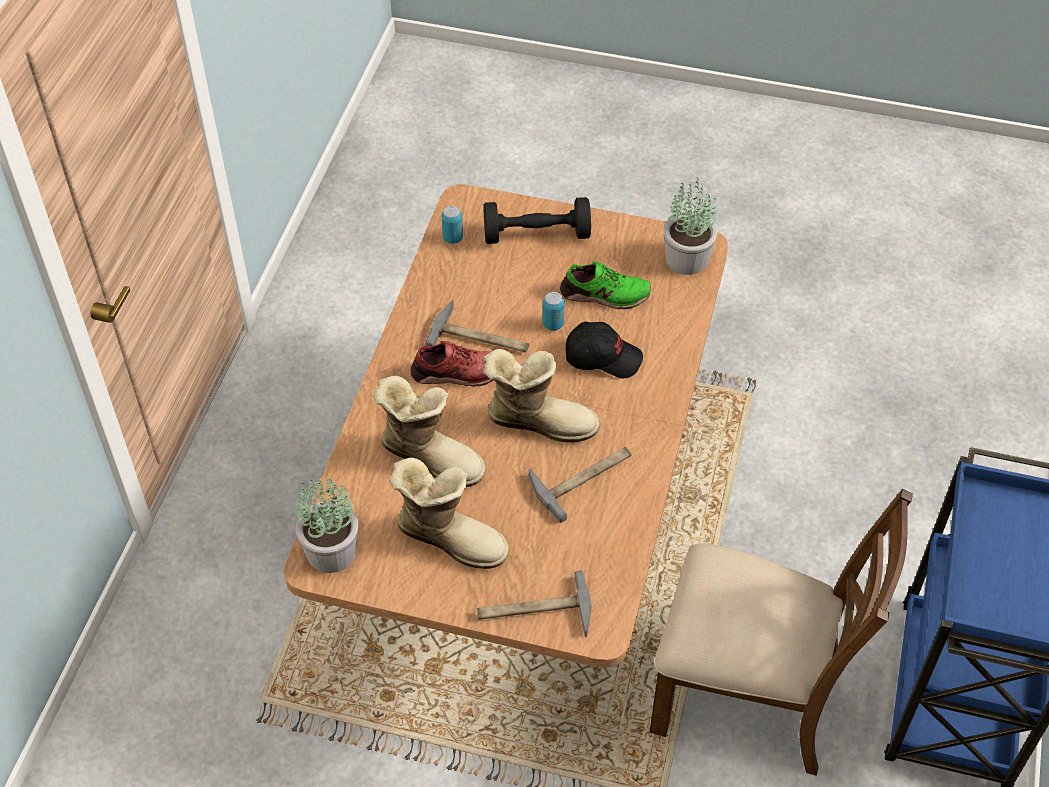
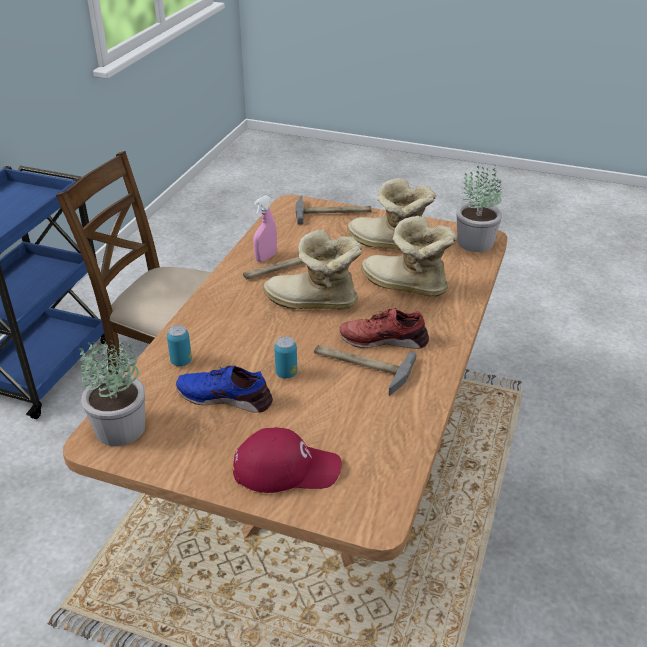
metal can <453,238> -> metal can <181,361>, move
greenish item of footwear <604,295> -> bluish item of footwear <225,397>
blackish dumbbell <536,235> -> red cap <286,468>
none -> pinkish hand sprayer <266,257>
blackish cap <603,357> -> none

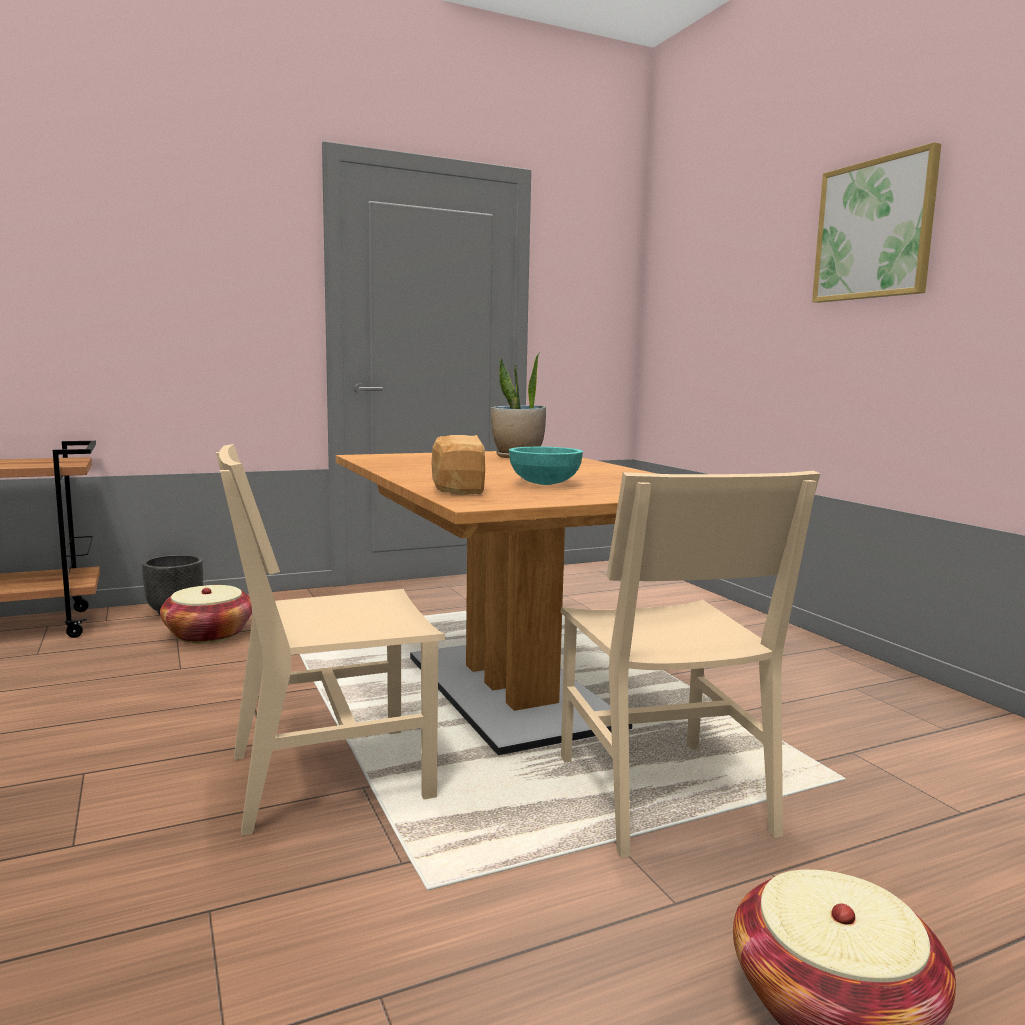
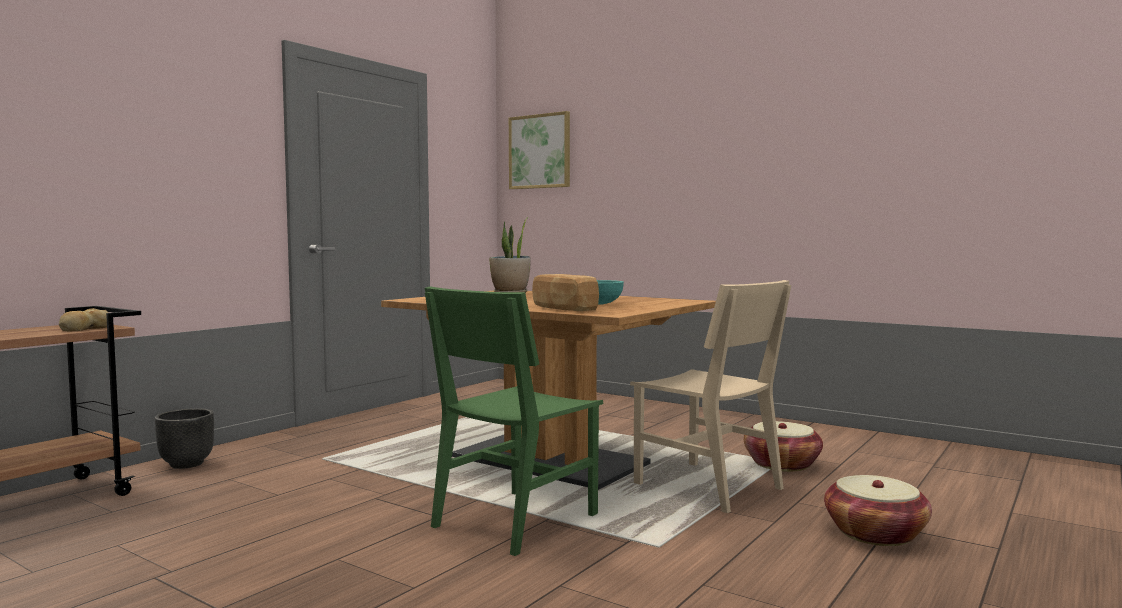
none -> bread <84,329>
sand-coloured plain chair <330,776> -> greenish plain chair <515,521>
wall picture <874,230> -> wall picture <540,151>, move
storage basket <208,634> -> storage basket <782,464>, move

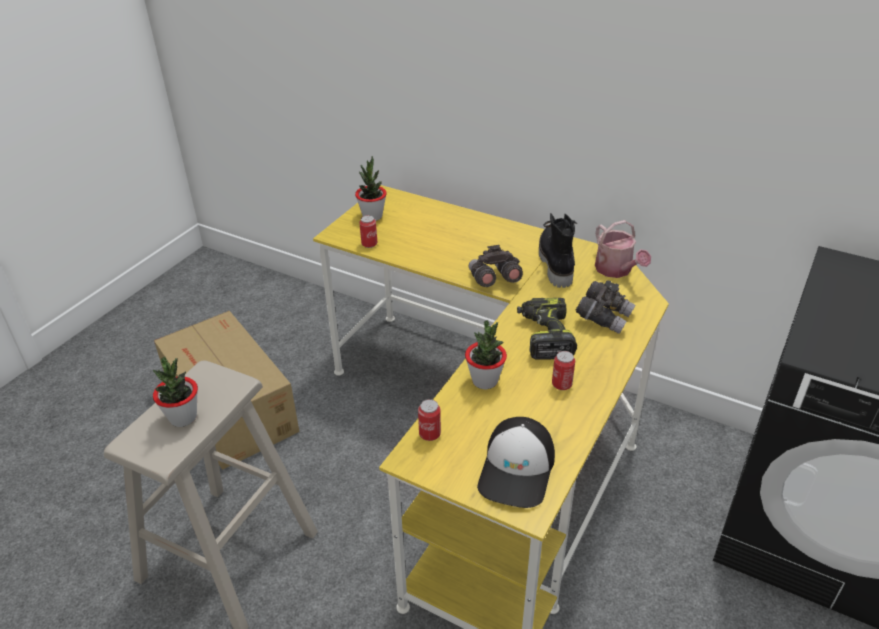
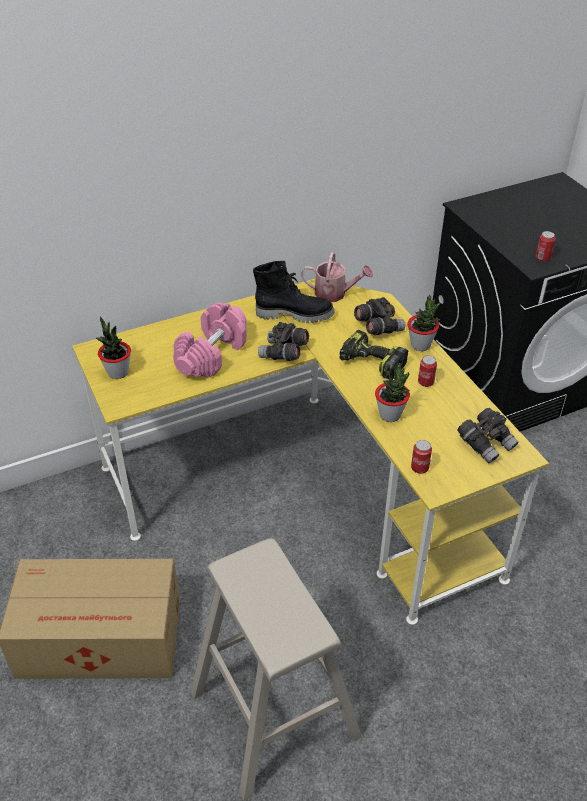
none -> pinkish dumbbell <212,355>
blackish boot <555,262> -> blackish boot <294,314>, 150 degrees clockwise
potted plant <183,417> -> potted plant <420,345>, move
cap <517,470> -> greyish pair of binoculars <486,443>
metal can <369,244> -> metal can <542,258>, move

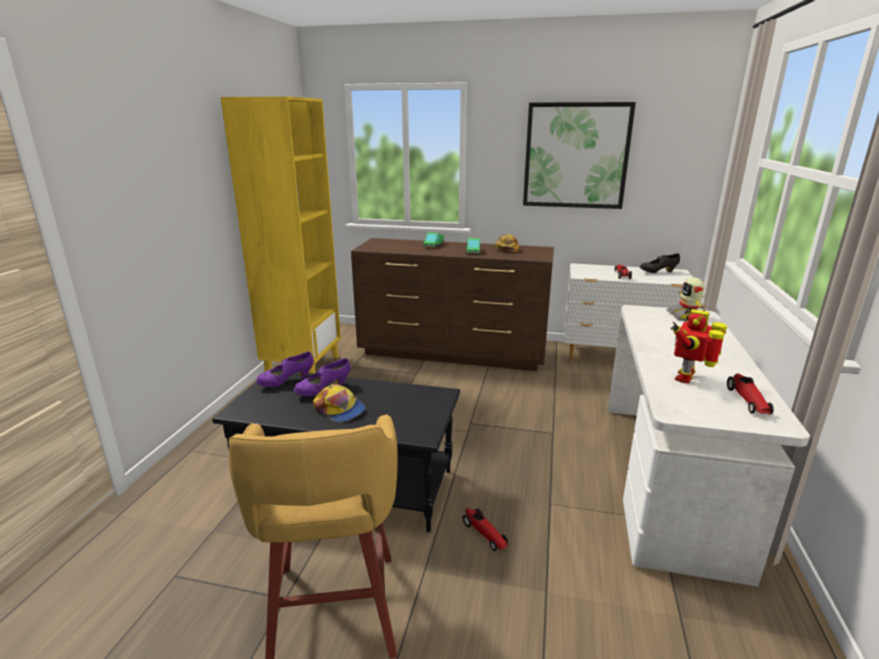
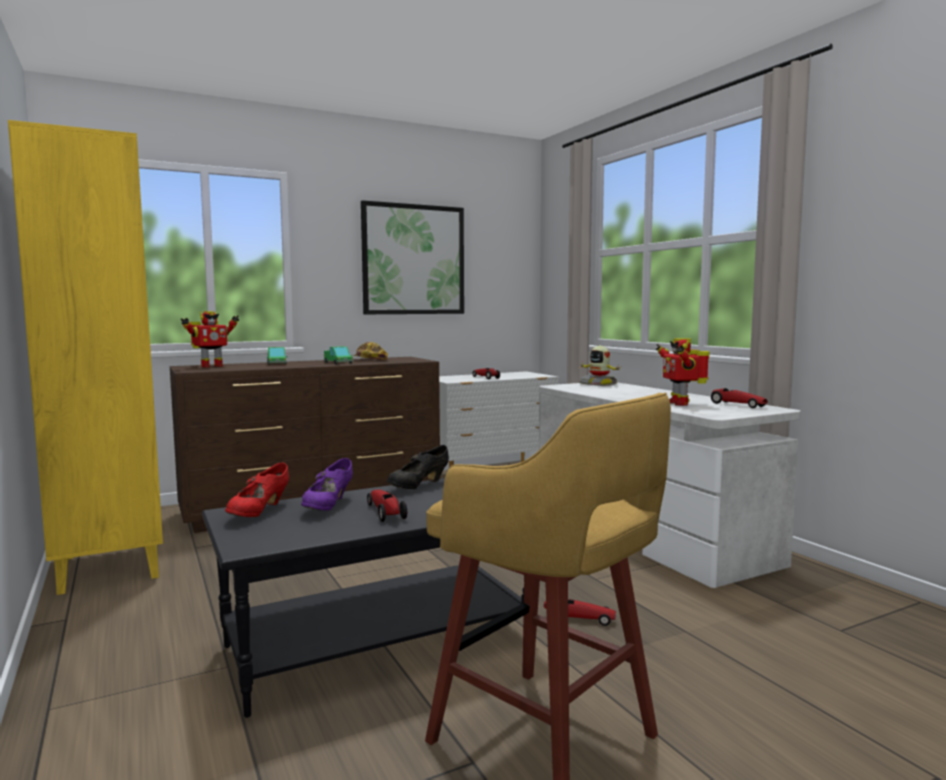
none -> robot figure <211,366>
purple-coloured item of footwear <286,382> -> red item of footwear <259,512>
cap <340,409> -> toy car <385,512>
blackish item of footwear <658,272> -> blackish item of footwear <418,486>, move

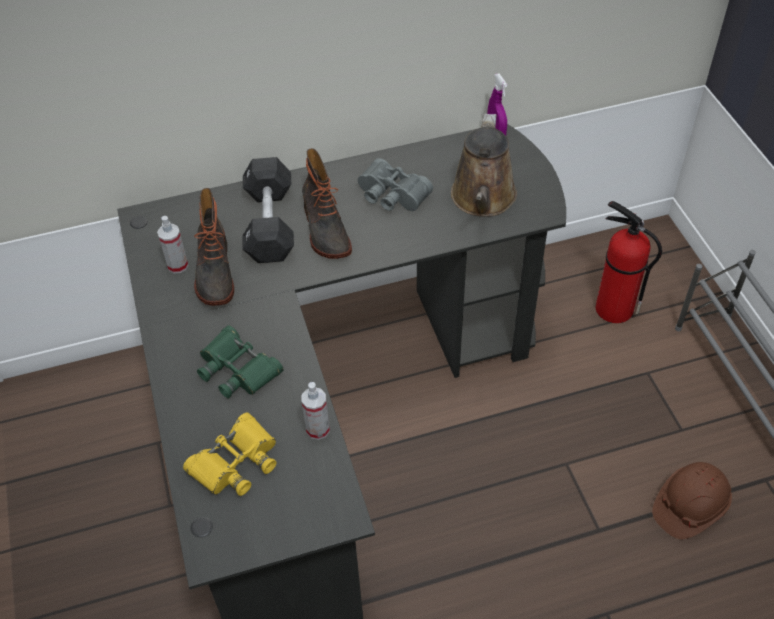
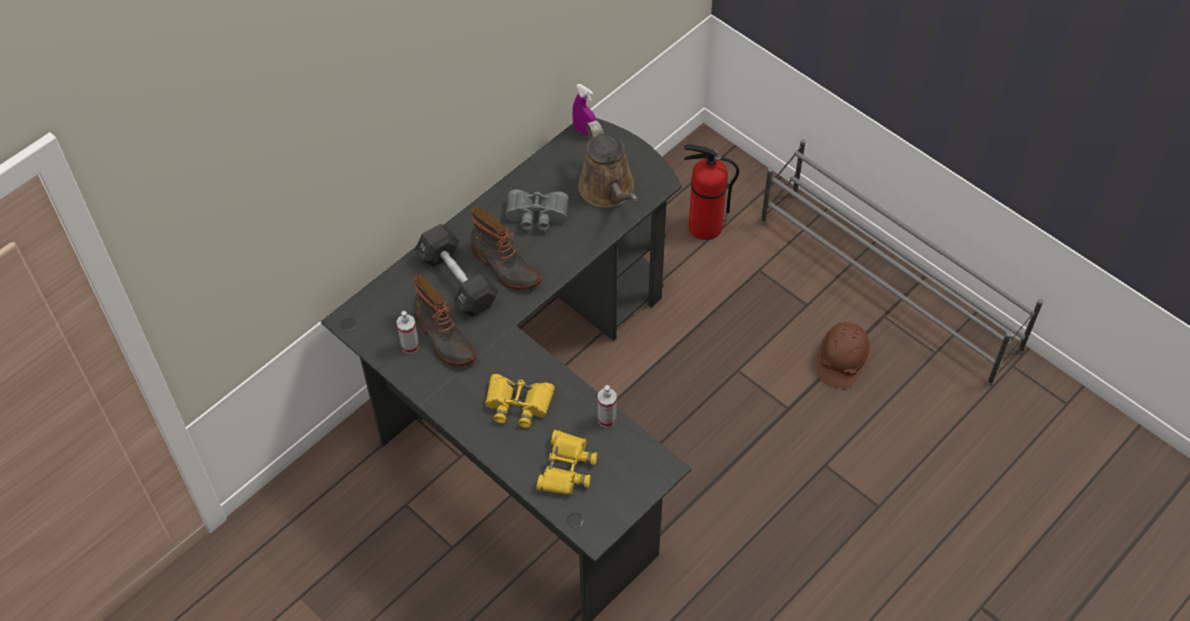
greenish pair of binoculars <238,368> -> yellowish pair of binoculars <518,403>

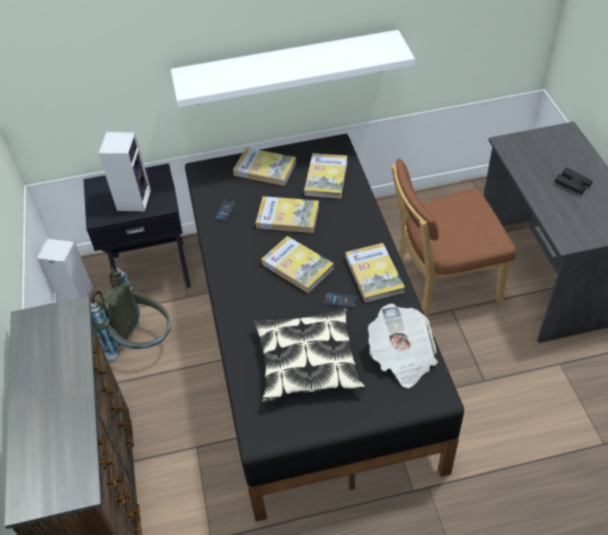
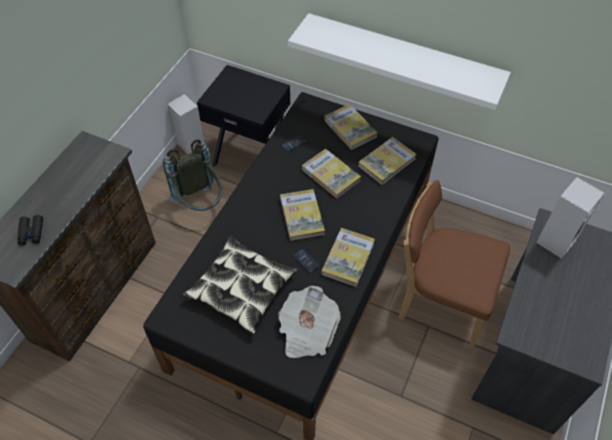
blackish pair of binoculars <572,184> -> blackish pair of binoculars <31,233>, move
loudspeaker <133,199> -> loudspeaker <556,239>, move

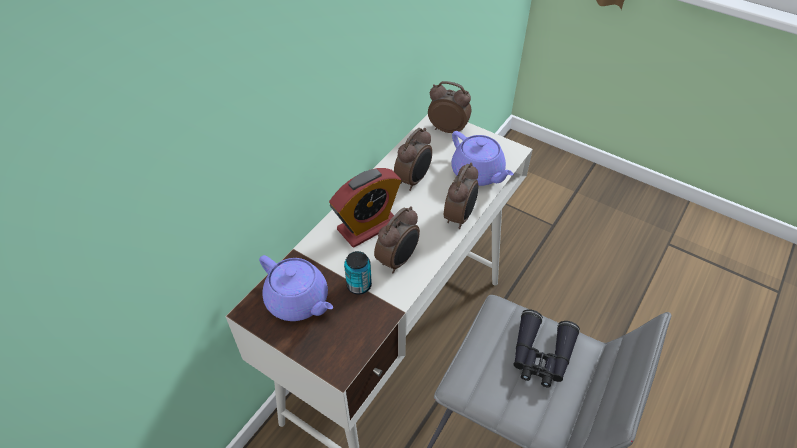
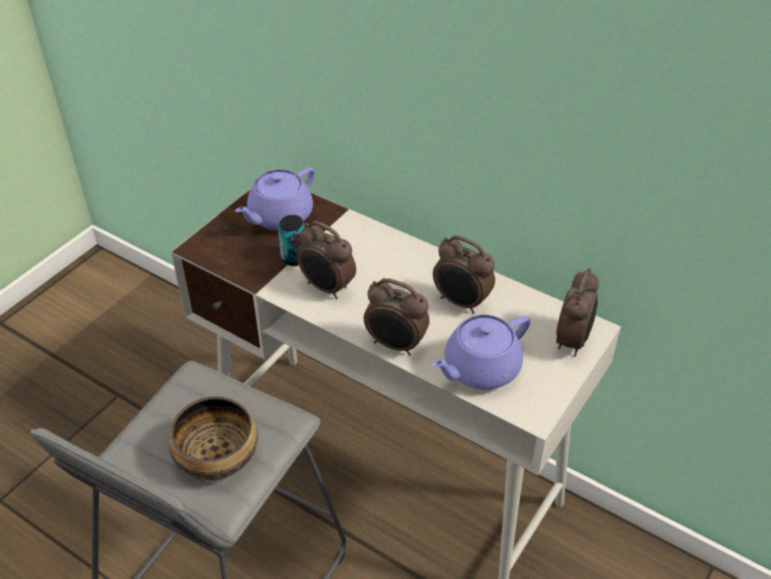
blackish pair of binoculars <541,356> -> bowl <216,453>
table clock <367,226> -> none

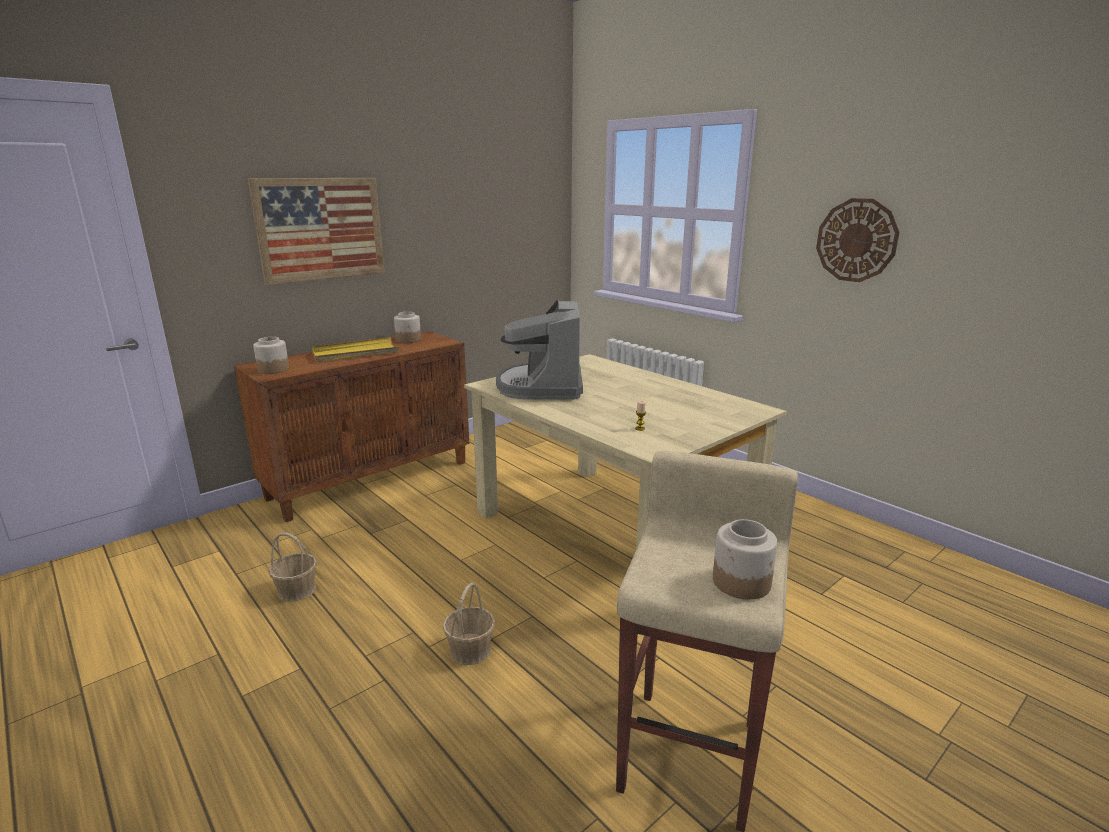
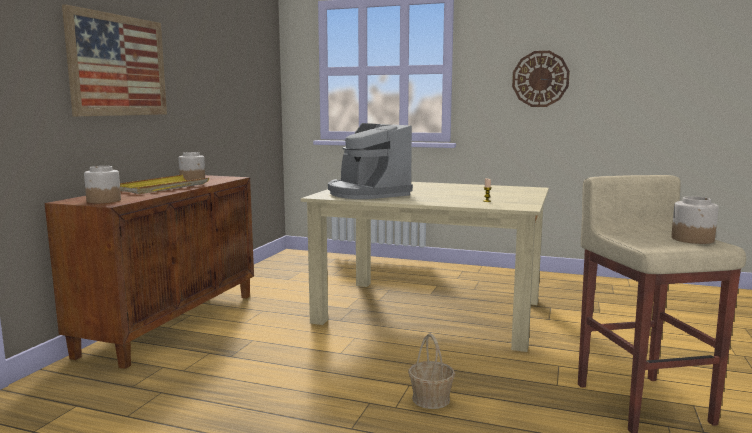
storage basket <297,590> -> none

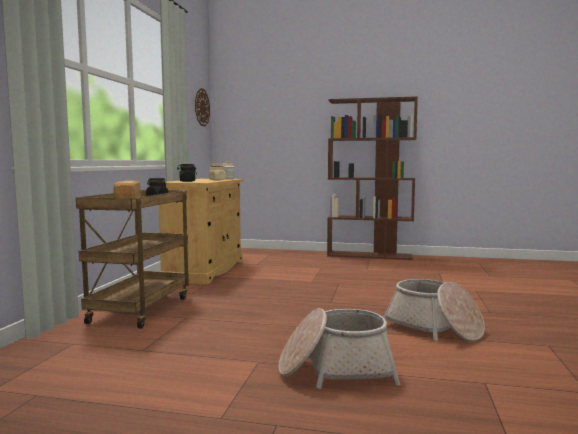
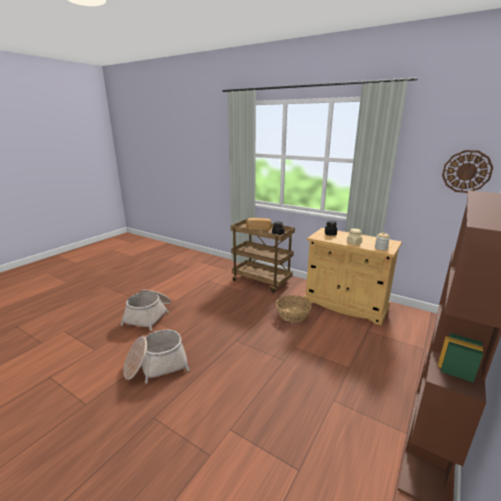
none -> storage basket <293,314>

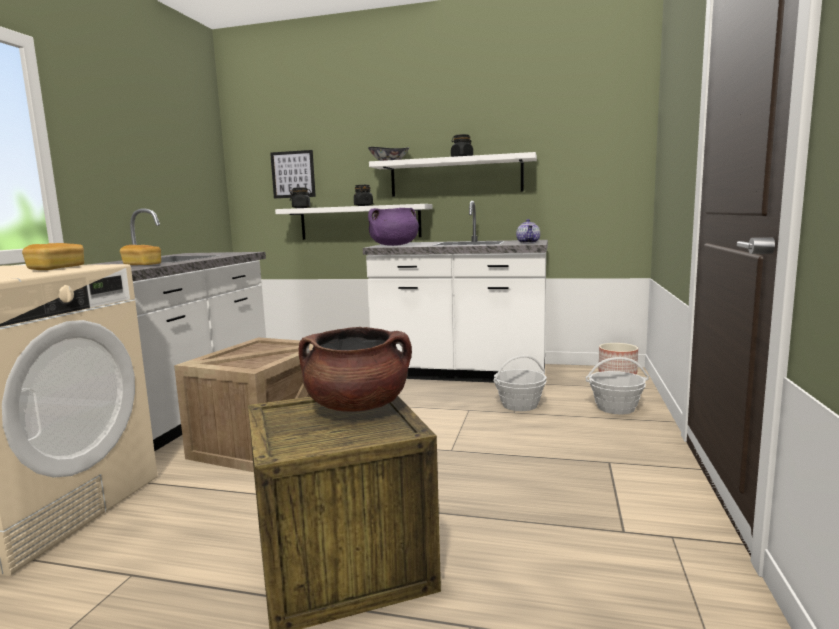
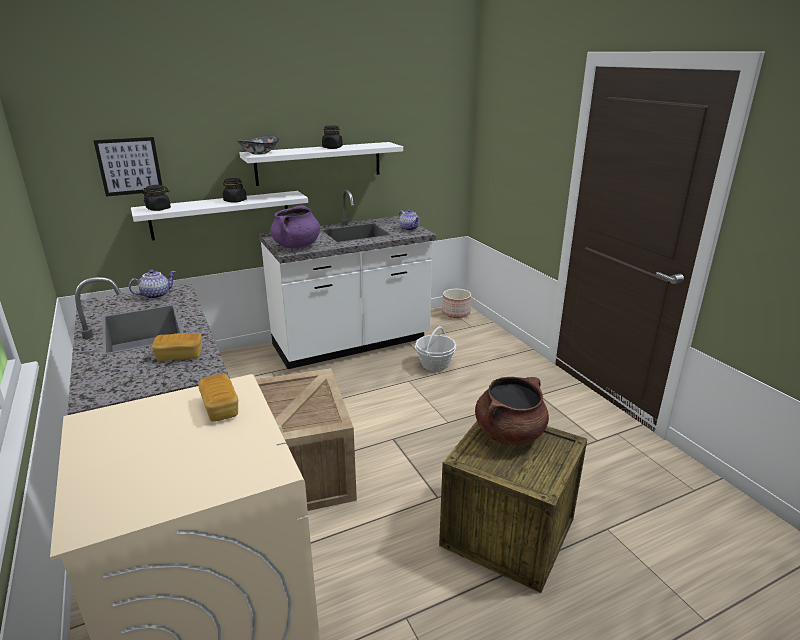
none -> pot for tea <156,295>
storage basket <616,408> -> none

